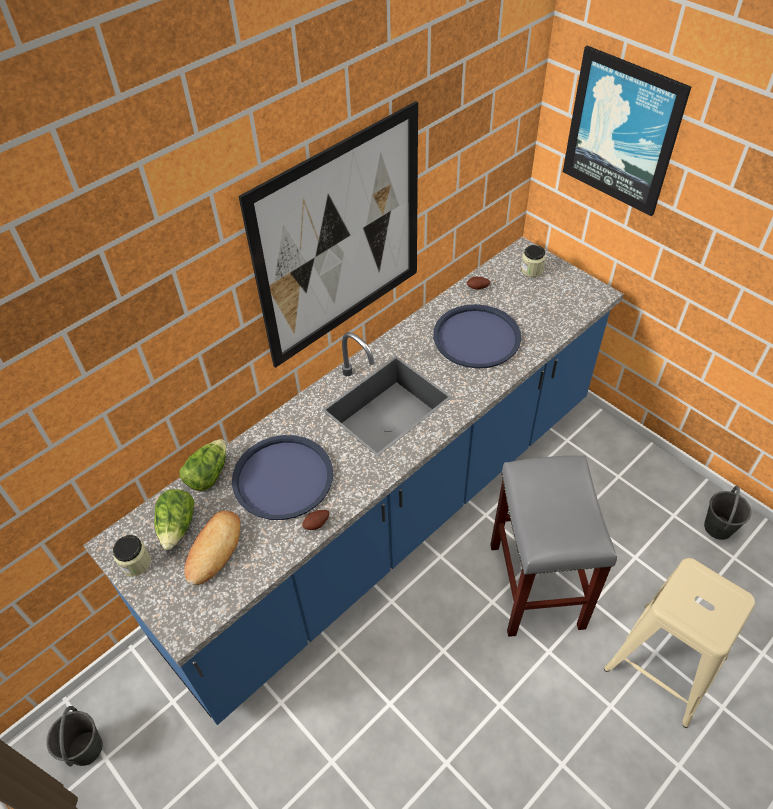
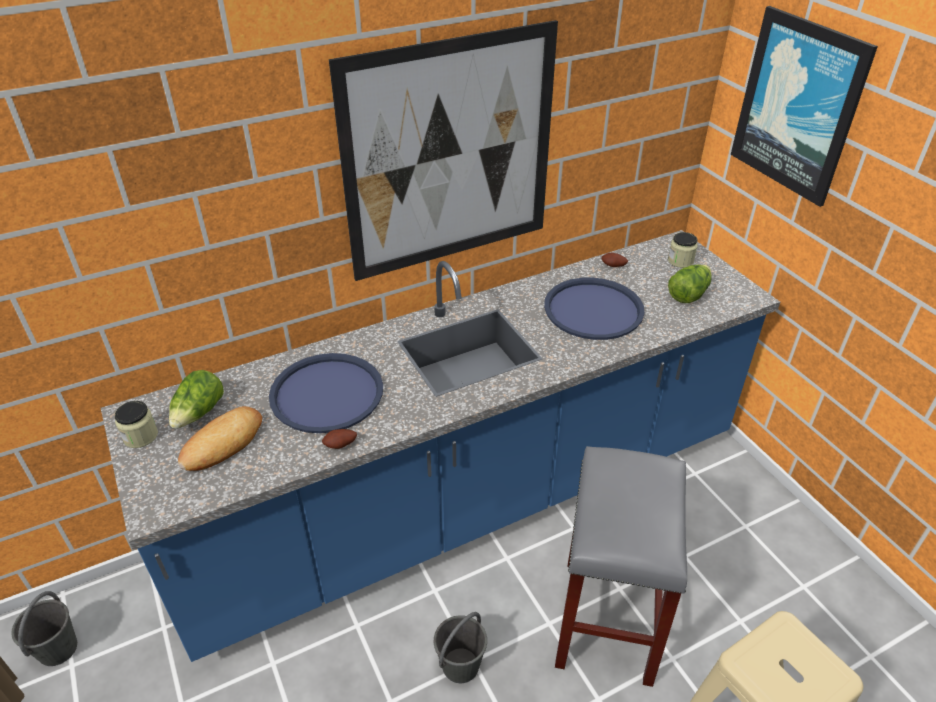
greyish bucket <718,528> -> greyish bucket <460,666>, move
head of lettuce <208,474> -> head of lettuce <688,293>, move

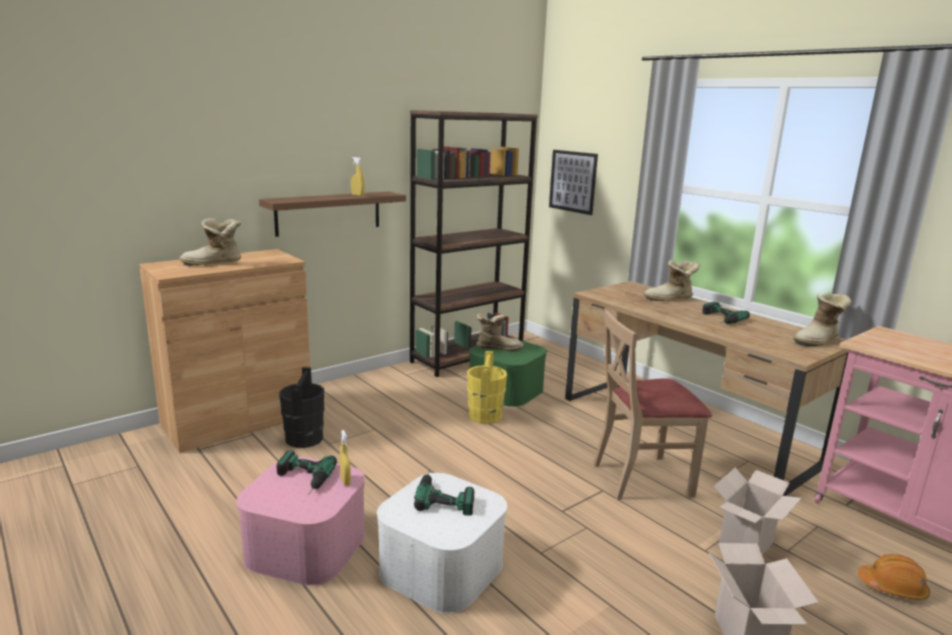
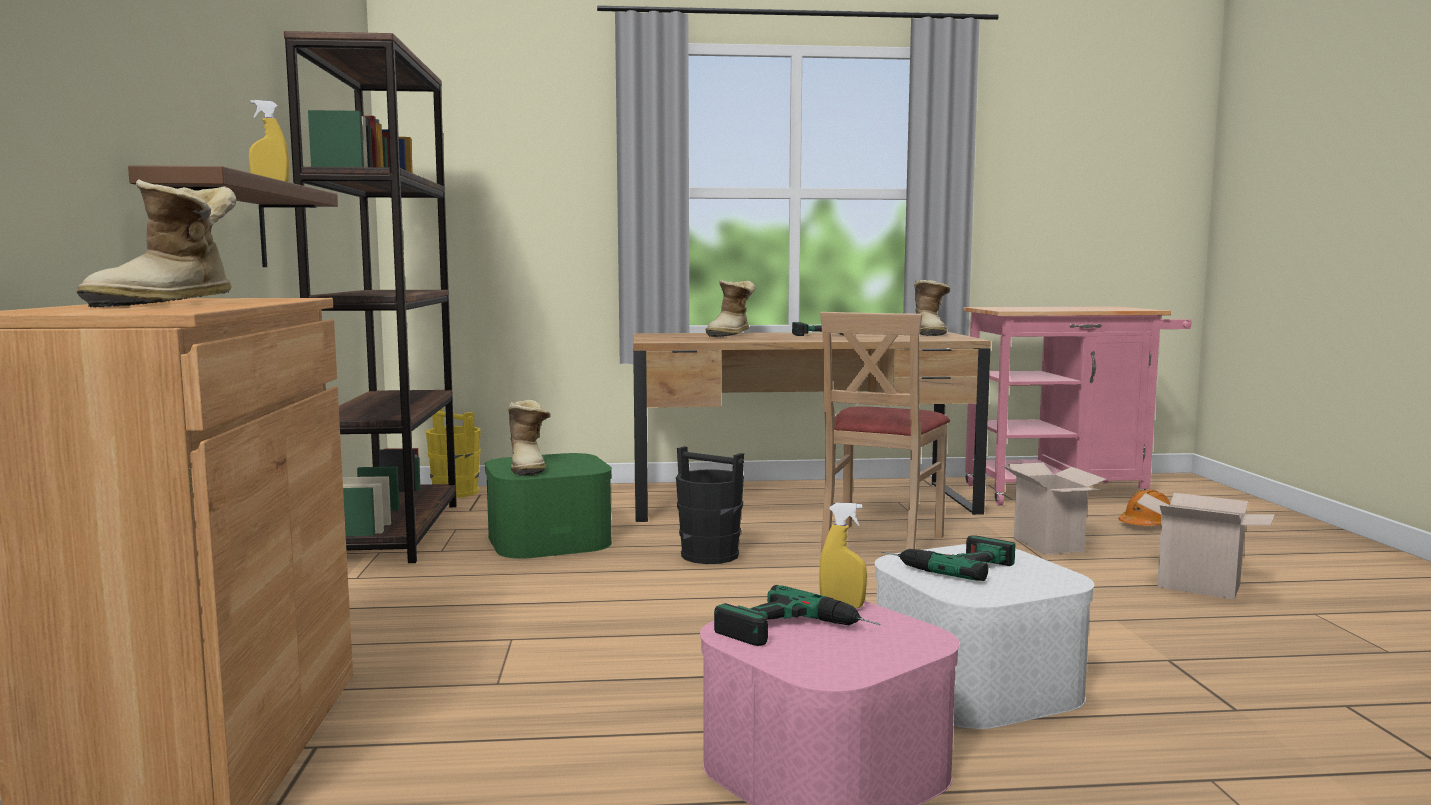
yellowish bucket <485,416> -> yellowish bucket <455,492>, move
boot <497,348> -> boot <529,467>, 135 degrees clockwise
blackish bucket <304,438> -> blackish bucket <709,555>, move
wall picture <572,181> -> none

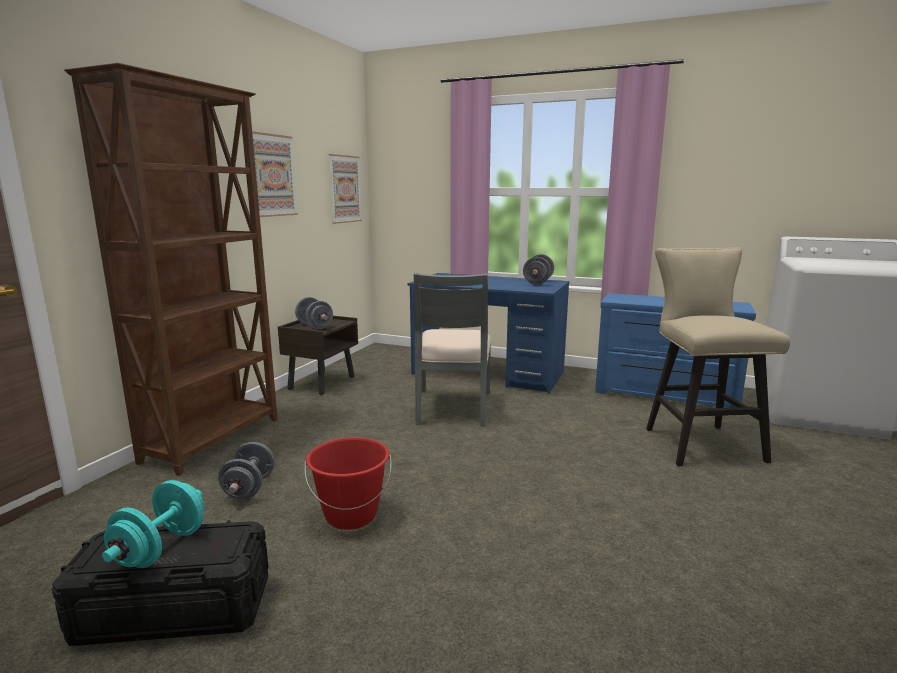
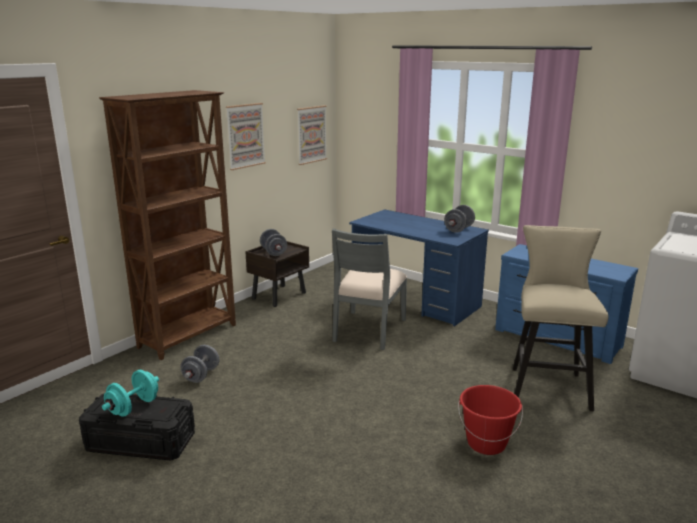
red bucket <351,515> -> red bucket <486,443>, move

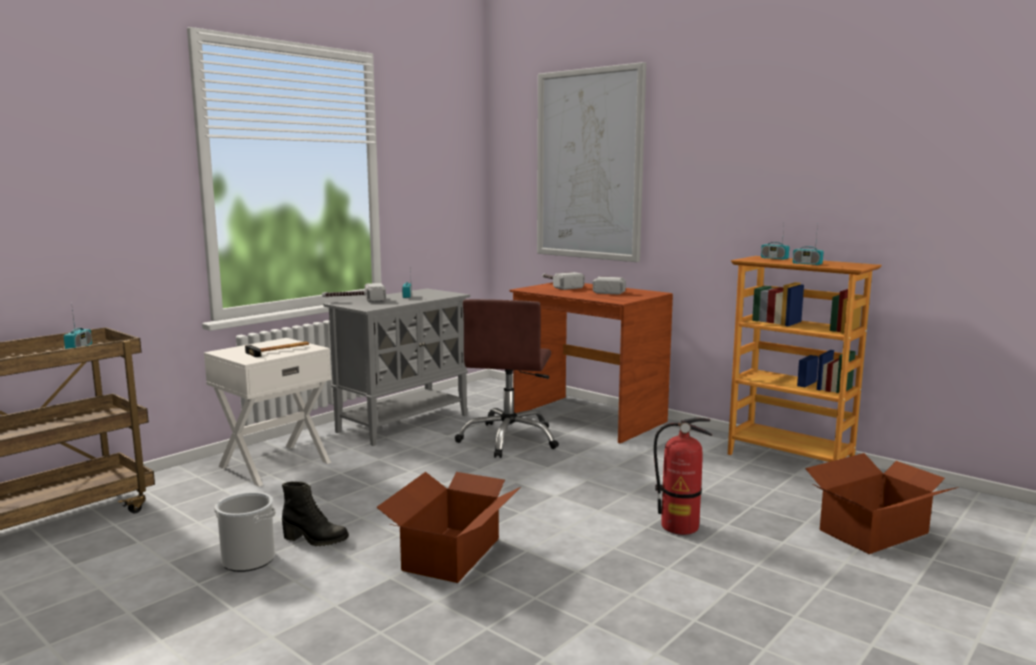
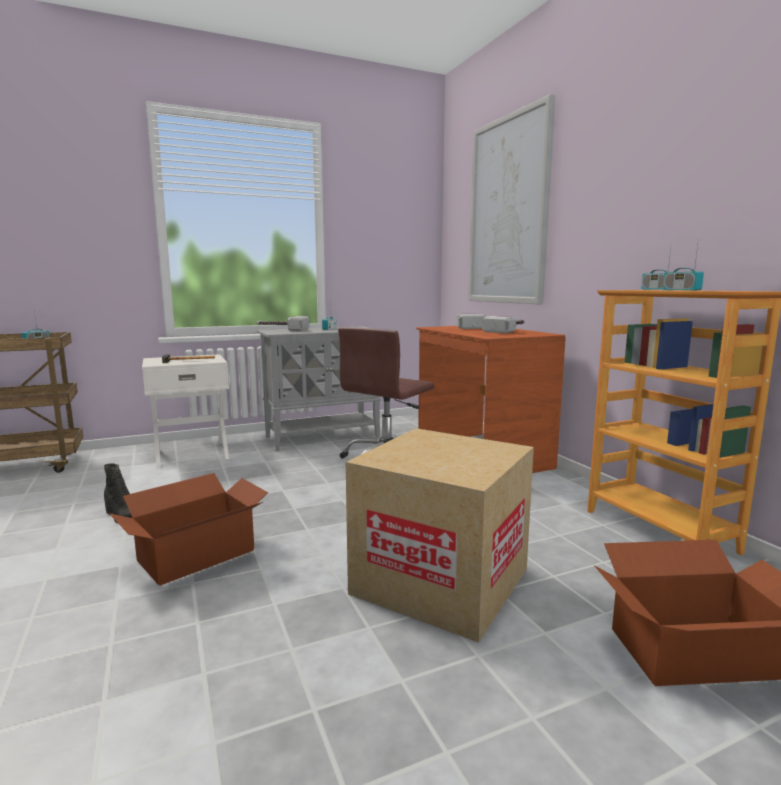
fire extinguisher <680,527> -> packing box <441,581>
bucket <248,560> -> none

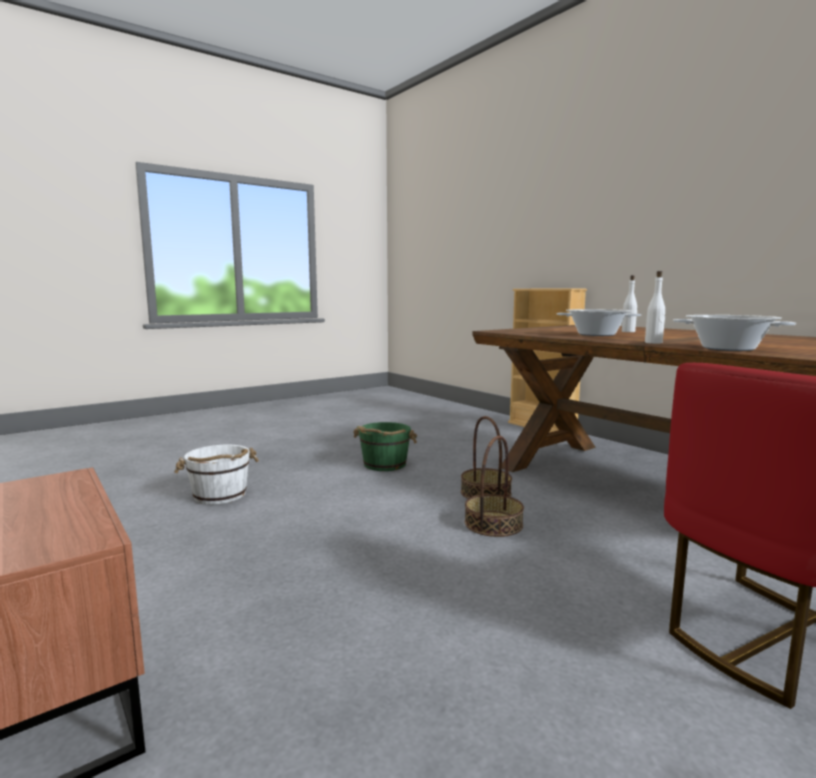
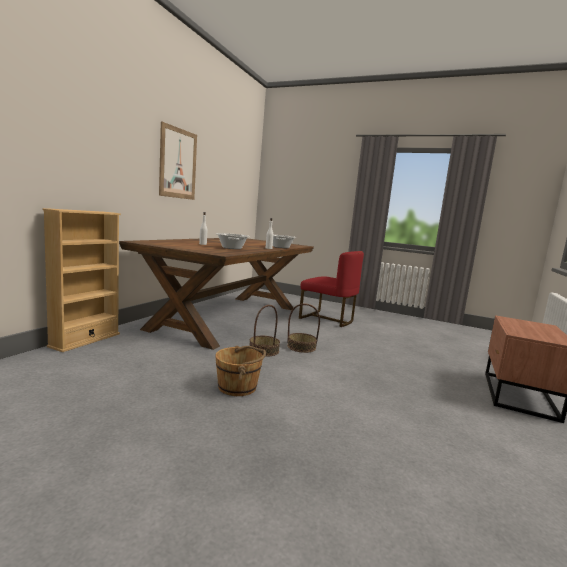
none -> wall picture <178,163>
greenish bucket <384,464> -> brown-coloured bucket <238,387>
white bucket <220,495> -> none

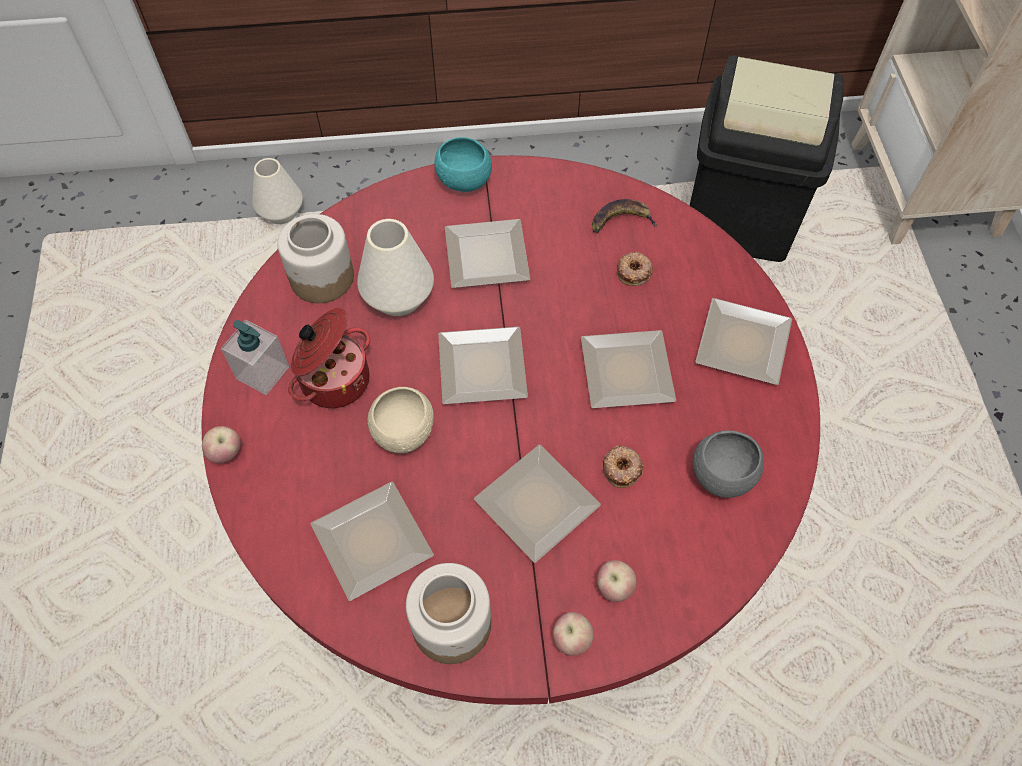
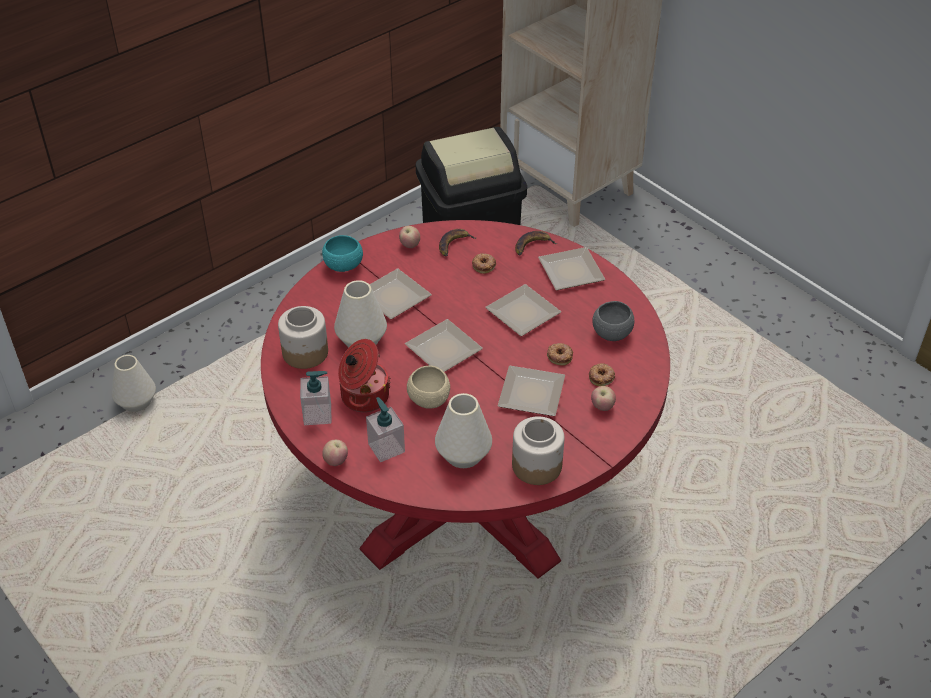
none -> liquid soap bottle <386,448>
whole apple <571,639> -> whole apple <410,245>, move
plate <377,543> -> white decorative vase <463,454>
none -> banana fruit <532,246>
none -> ring doughnut <601,377>

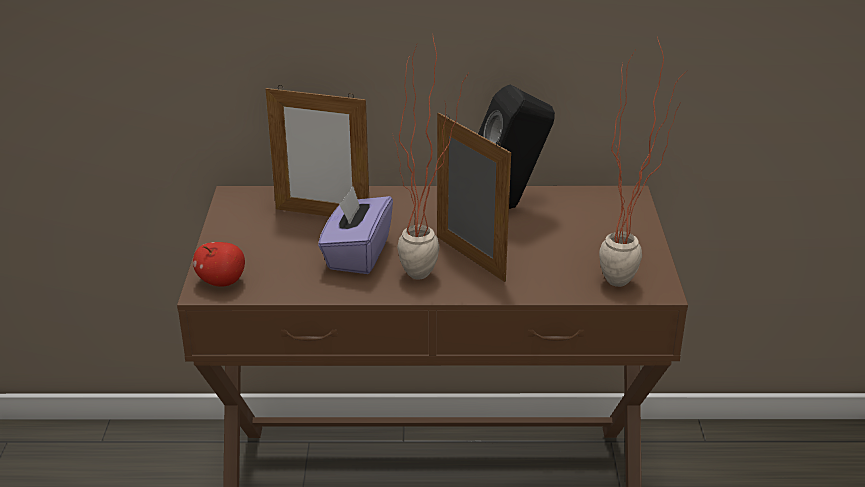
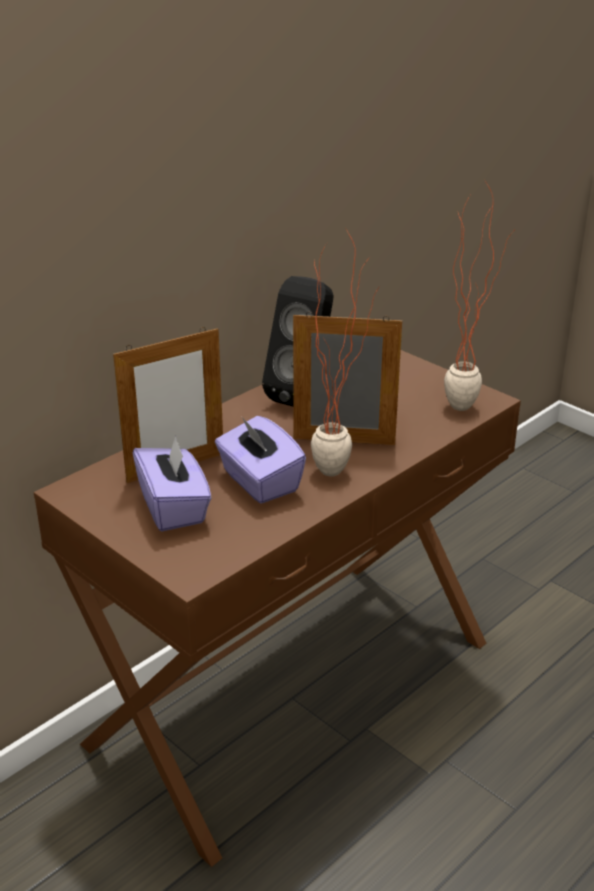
none -> purple-coloured tissue box <174,508>
whole apple <222,282> -> none

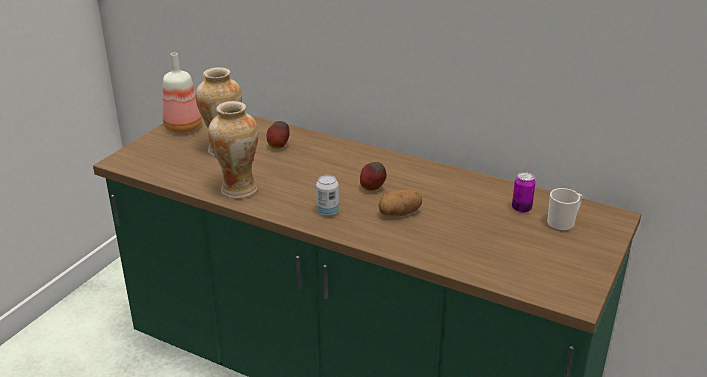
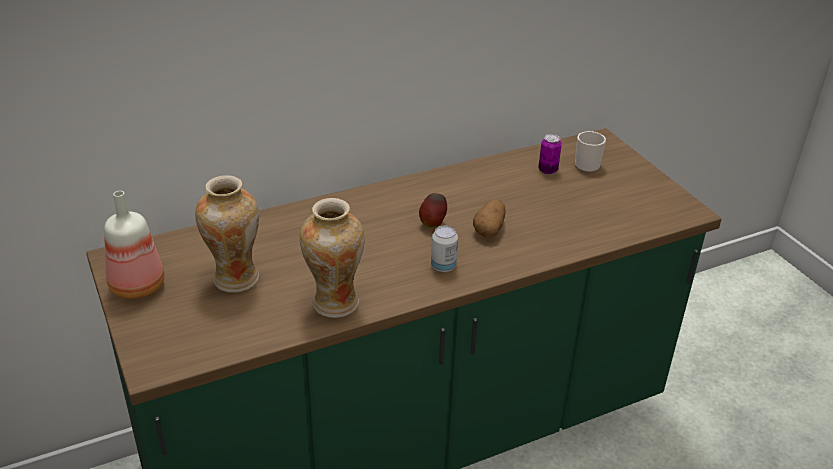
whole apple <279,147> -> none

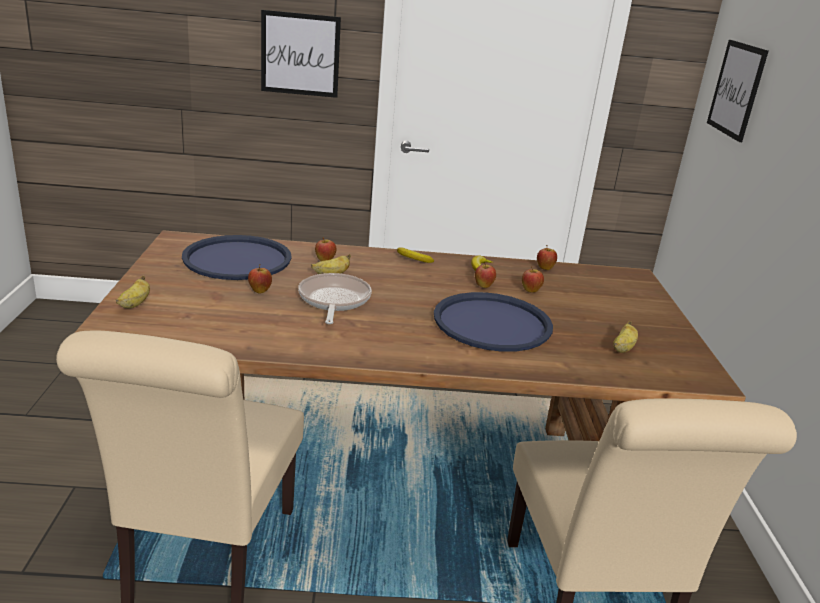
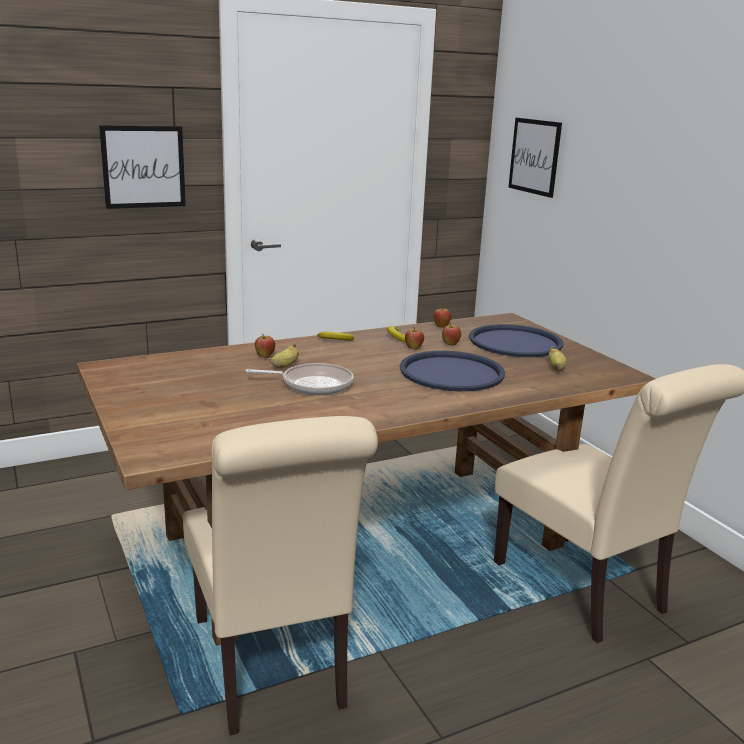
skillet <333,300> -> skillet <313,384>, 120 degrees clockwise
bluish serving tray <237,259> -> bluish serving tray <515,342>, move
banana fruit <135,304> -> none
whole apple <259,291> -> none

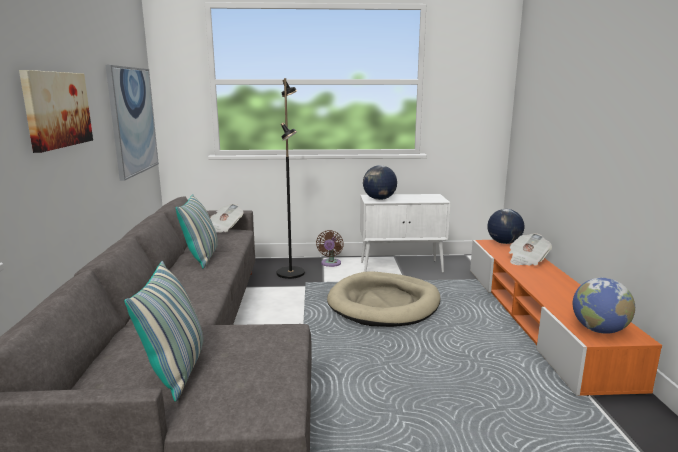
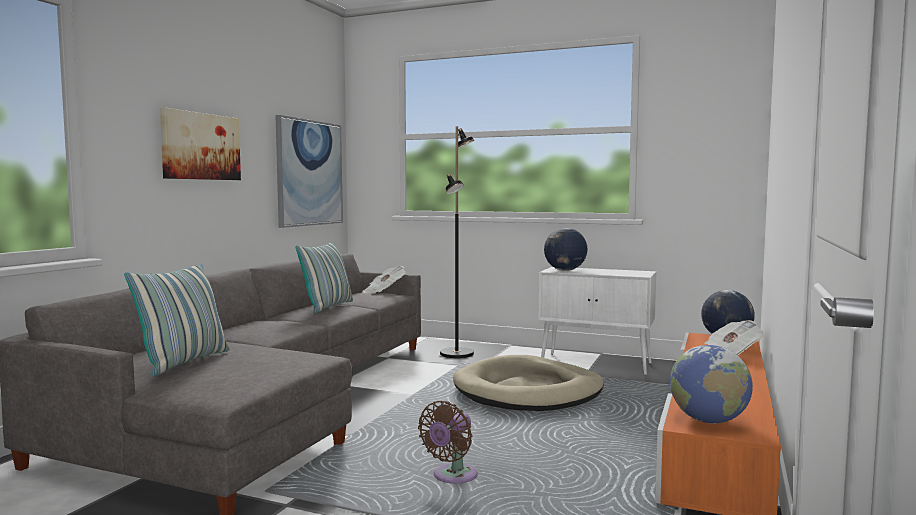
brown-coloured electric fan <330,264> -> brown-coloured electric fan <452,477>, move

